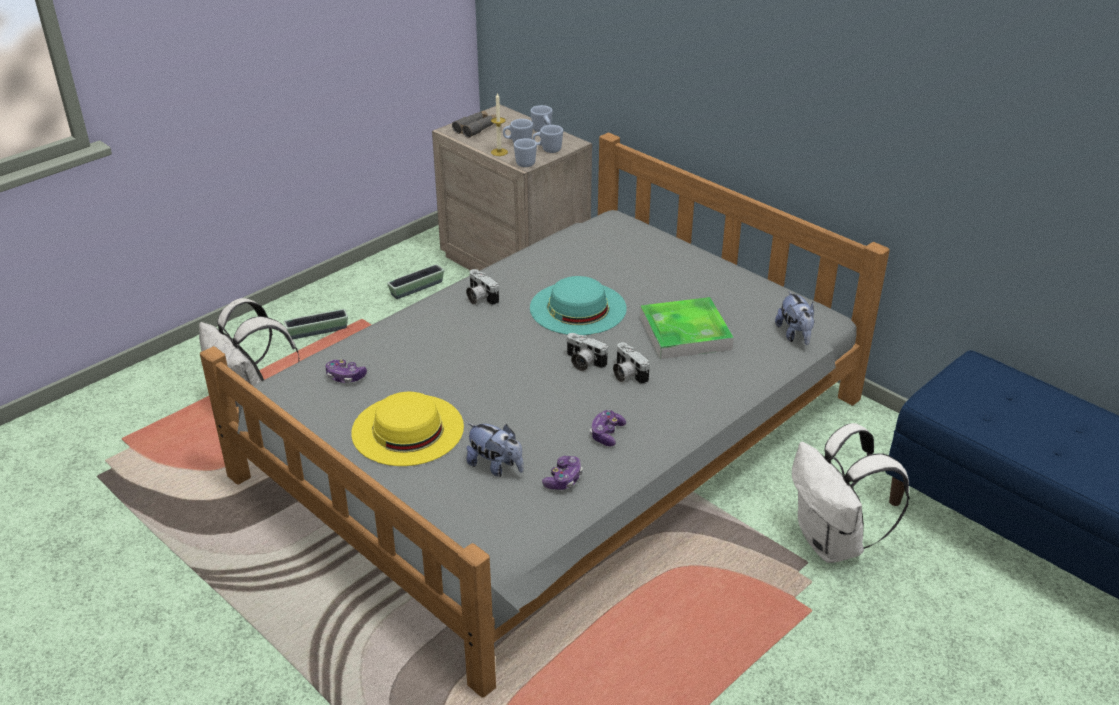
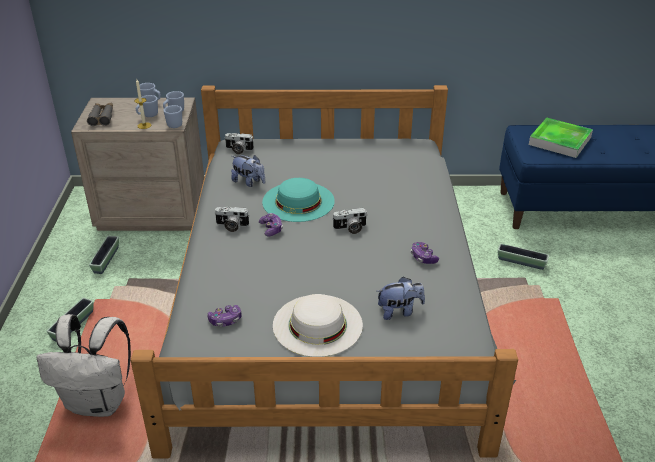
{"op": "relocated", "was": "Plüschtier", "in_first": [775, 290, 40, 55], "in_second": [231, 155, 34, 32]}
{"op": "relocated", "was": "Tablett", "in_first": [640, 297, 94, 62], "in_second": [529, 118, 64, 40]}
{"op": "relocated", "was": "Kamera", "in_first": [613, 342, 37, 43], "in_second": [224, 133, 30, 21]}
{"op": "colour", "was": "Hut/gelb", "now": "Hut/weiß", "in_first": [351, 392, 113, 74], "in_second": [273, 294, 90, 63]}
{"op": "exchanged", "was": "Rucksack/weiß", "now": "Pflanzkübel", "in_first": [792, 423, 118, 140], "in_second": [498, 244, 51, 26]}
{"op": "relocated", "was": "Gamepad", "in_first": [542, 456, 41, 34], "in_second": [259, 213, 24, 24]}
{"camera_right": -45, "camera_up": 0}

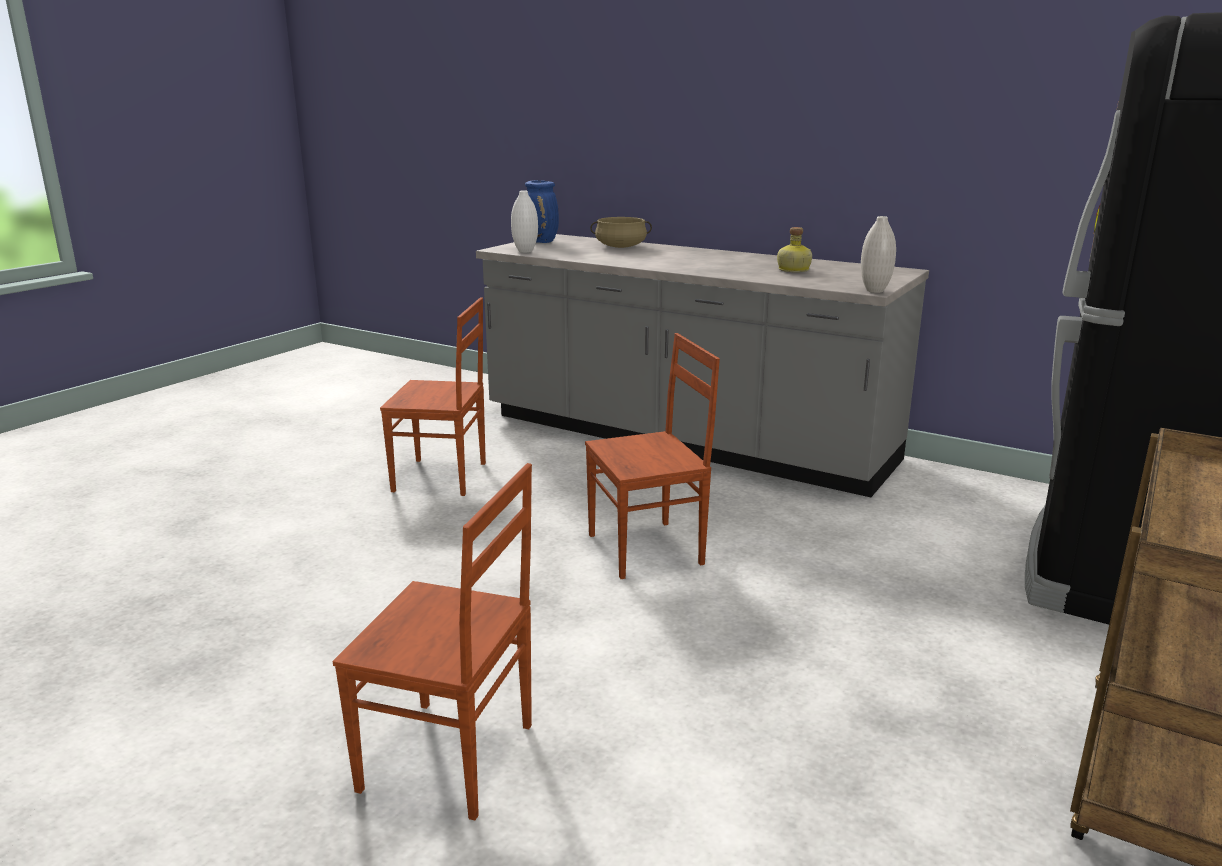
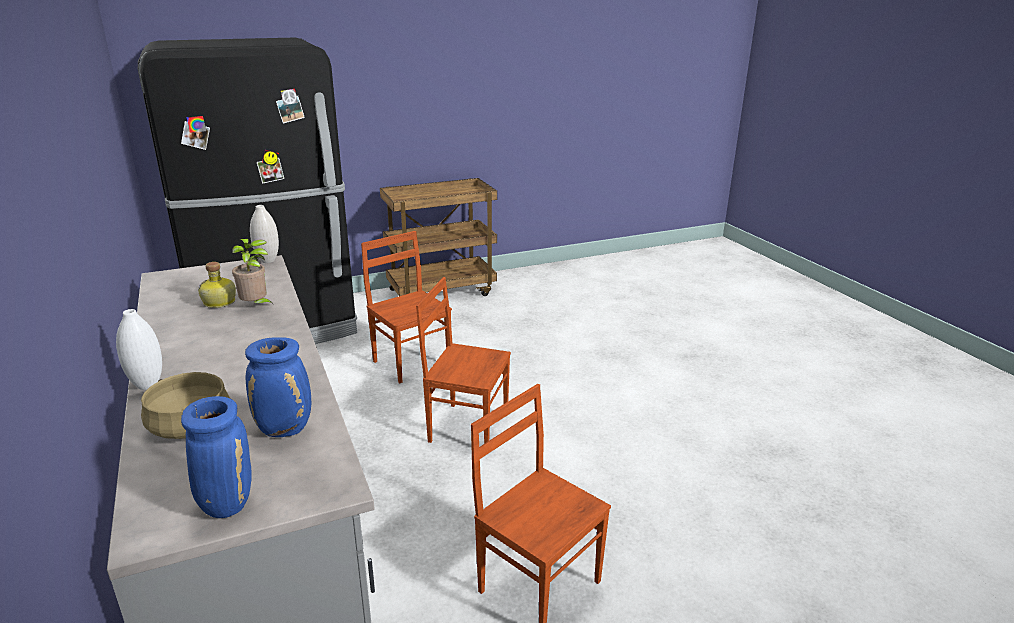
{"op": "relocated", "was": "Vase/weiß", "in_first": [511, 191, 27, 62], "in_second": [116, 309, 46, 81]}
{"op": "relocated", "was": "Stuhl/braun", "in_first": [333, 463, 199, 357], "in_second": [361, 231, 91, 152]}
{"op": "appeared", "now": "Topfpflanze", "in_second": [232, 239, 42, 66]}
{"op": "appeared", "now": "Vase/blau", "in_second": [245, 337, 66, 100]}
{"camera_right": -145, "camera_up": 5}

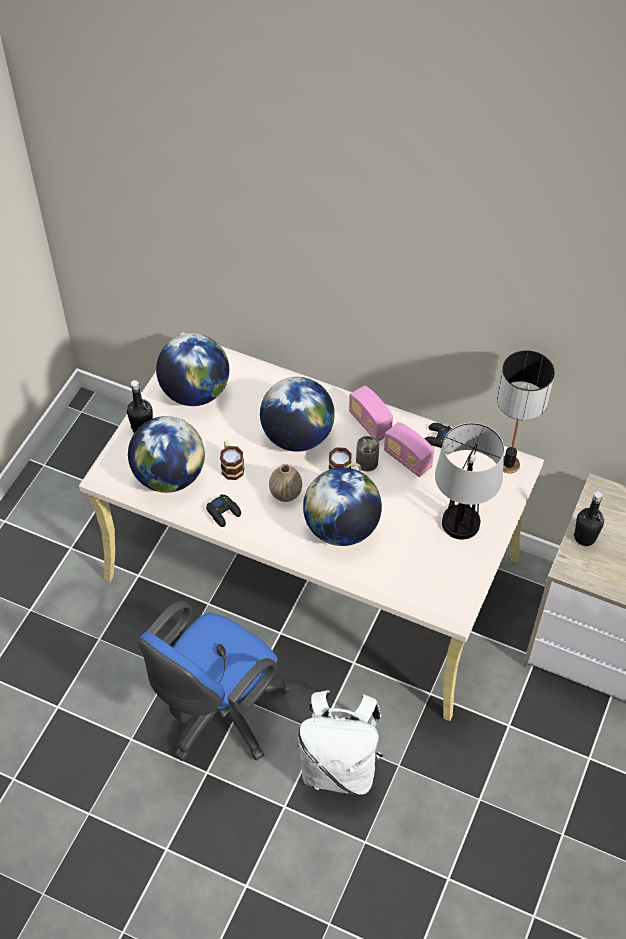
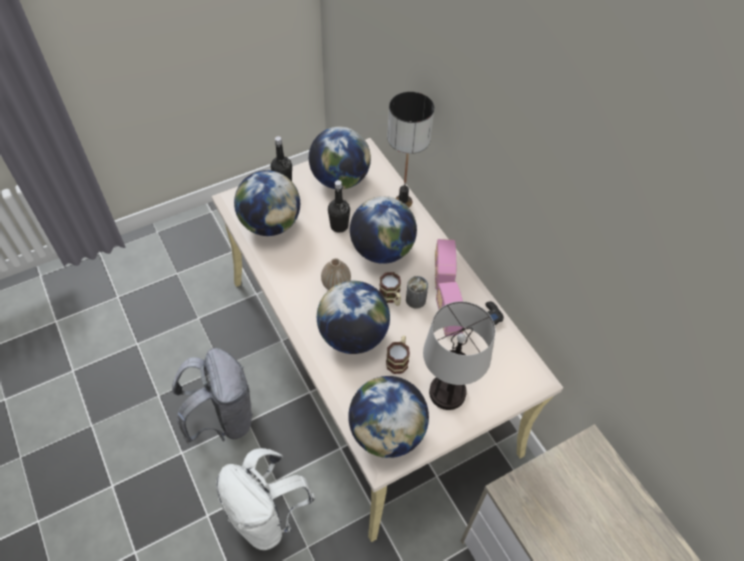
{"op": "relocated", "was": "Tischlampe", "in_first": [497, 351, 58, 123], "in_second": [387, 92, 47, 116]}
{"op": "relocated", "was": "Henkelbecher", "in_first": [220, 440, 24, 40], "in_second": [386, 335, 24, 39]}
{"op": "relocated", "was": "Flasche/schwarz", "in_first": [574, 491, 30, 55], "in_second": [328, 180, 22, 53]}
{"op": "missing", "was": "Gamepad/schwarz", "in_first": [206, 494, 35, 33]}
{"op": "exchanged", "was": "Bürostuhl/blau", "now": "Rucksack/grau", "in_first": [138, 601, 154, 160], "in_second": [172, 348, 82, 96]}
{"op": "appeared", "now": "Globus", "in_second": [348, 376, 81, 82]}
{"camera_right": 35, "camera_up": 0}

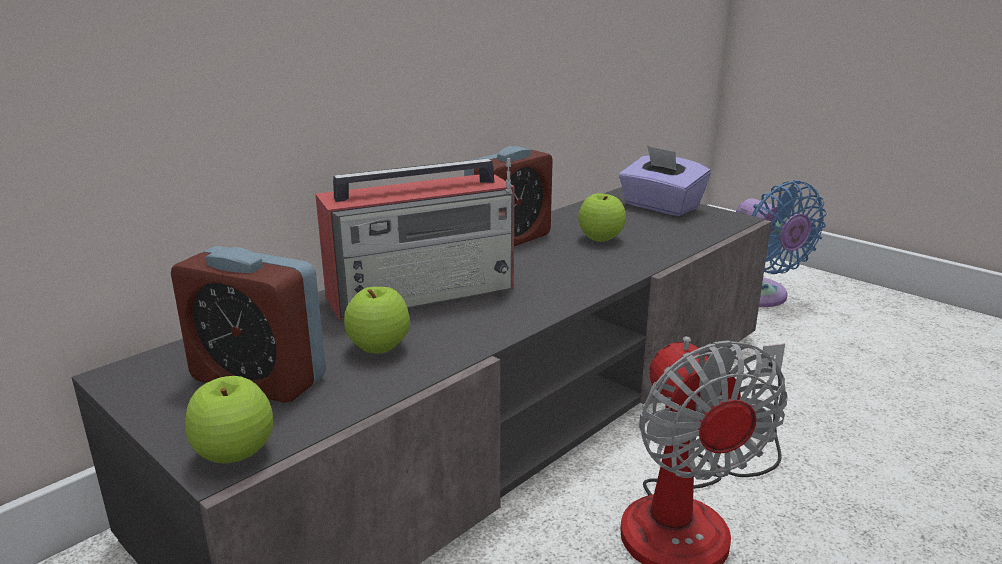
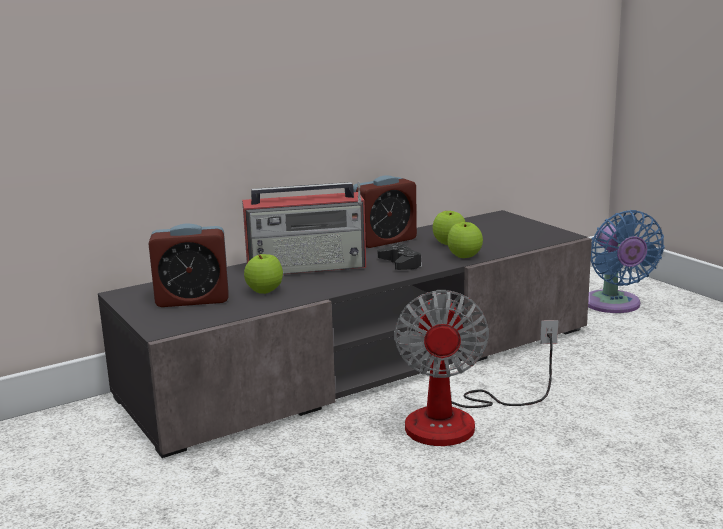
{"op": "missing", "was": "Taschentuchbox/lila", "in_first": [619, 145, 92, 71]}
{"op": "spun", "was": "Wecker", "in_first": [171, 246, 155, 157], "in_second": [148, 223, 81, 84], "clockwise": -45}
{"op": "relocated", "was": "Apfel", "in_first": [185, 376, 88, 87], "in_second": [447, 222, 36, 36]}
{"op": "appeared", "now": "Gamepad/schwarz", "in_second": [378, 244, 44, 26]}
{"camera_right": 15, "camera_up": -5}

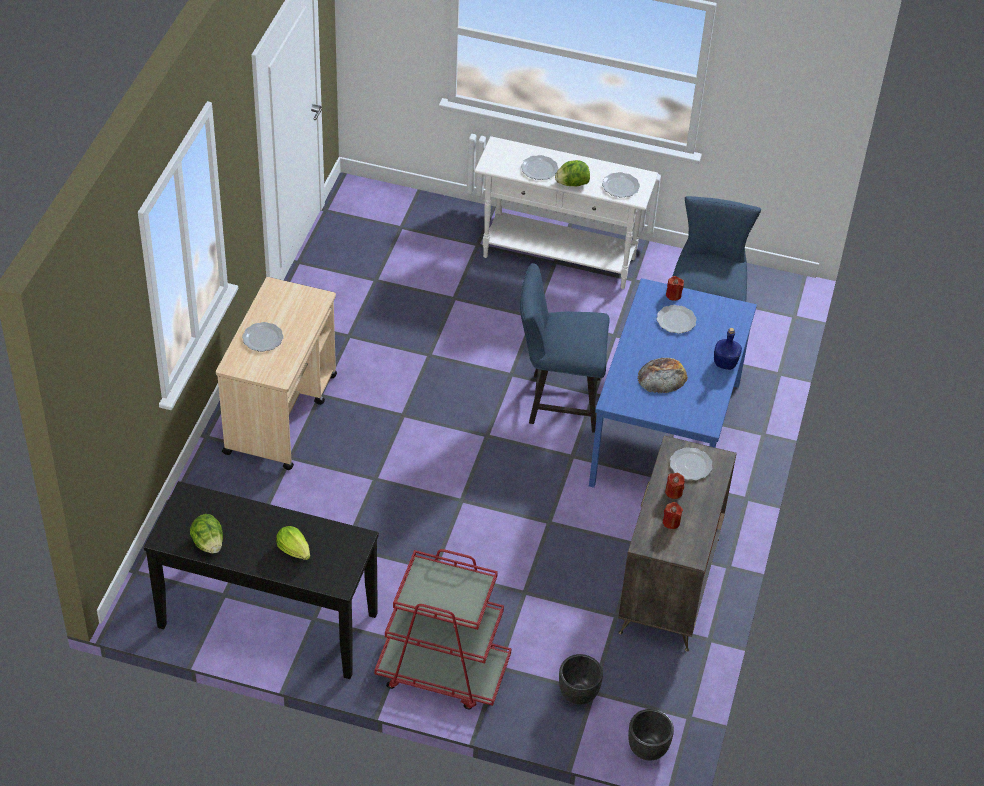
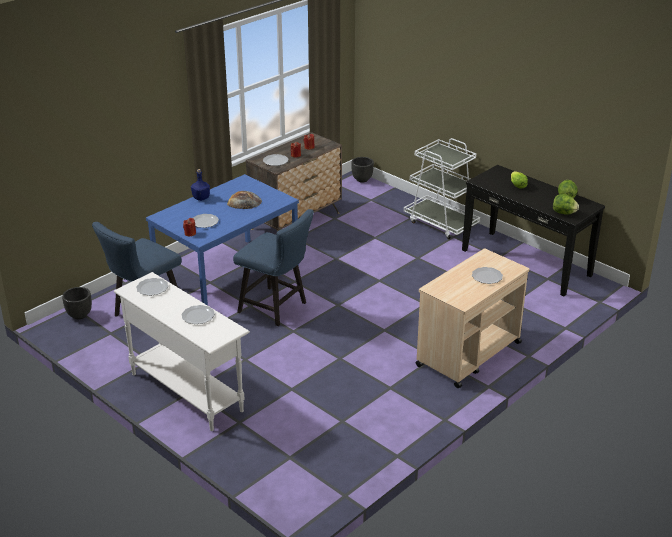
{"op": "relocated", "was": "Salatkopf", "in_first": [555, 160, 35, 27], "in_second": [553, 194, 26, 21]}
{"op": "colour", "was": "Rollwagen/rot", "now": "Rollwagen/weiß", "in_first": [375, 549, 137, 160], "in_second": [404, 138, 76, 101]}
{"op": "relocated", "was": "Pflanzkübel/schwarz", "in_first": [559, 654, 44, 51], "in_second": [62, 287, 30, 32]}
{"camera_right": -150, "camera_up": -15}

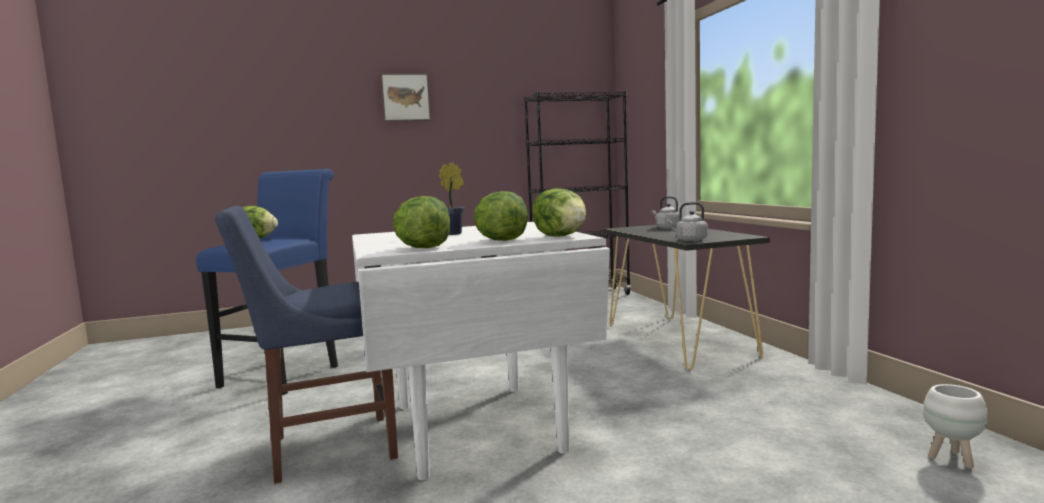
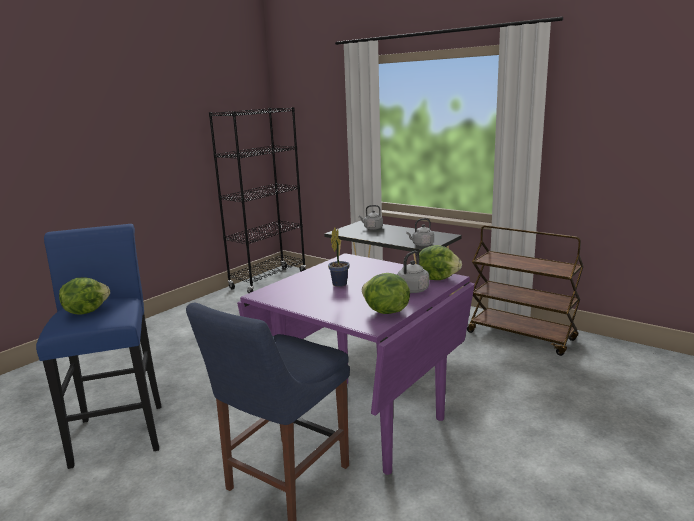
{"op": "missing", "was": "Bild", "in_first": [381, 74, 50, 47]}
{"op": "exchanged", "was": "Salatkopf", "now": "Wasserkessel/grau", "in_first": [474, 191, 54, 50], "in_second": [397, 251, 32, 42]}
{"op": "colour", "was": "Esstisch/weiß", "now": "Esstisch/lila", "in_first": [352, 222, 258, 258], "in_second": [237, 253, 238, 222]}
{"op": "missing", "was": "Pflanzkübel/weiß", "in_first": [923, 384, 65, 85]}
{"op": "appeared", "now": "Rollwagen/braun", "in_second": [467, 225, 117, 131]}
{"camera_right": -35, "camera_up": 10}

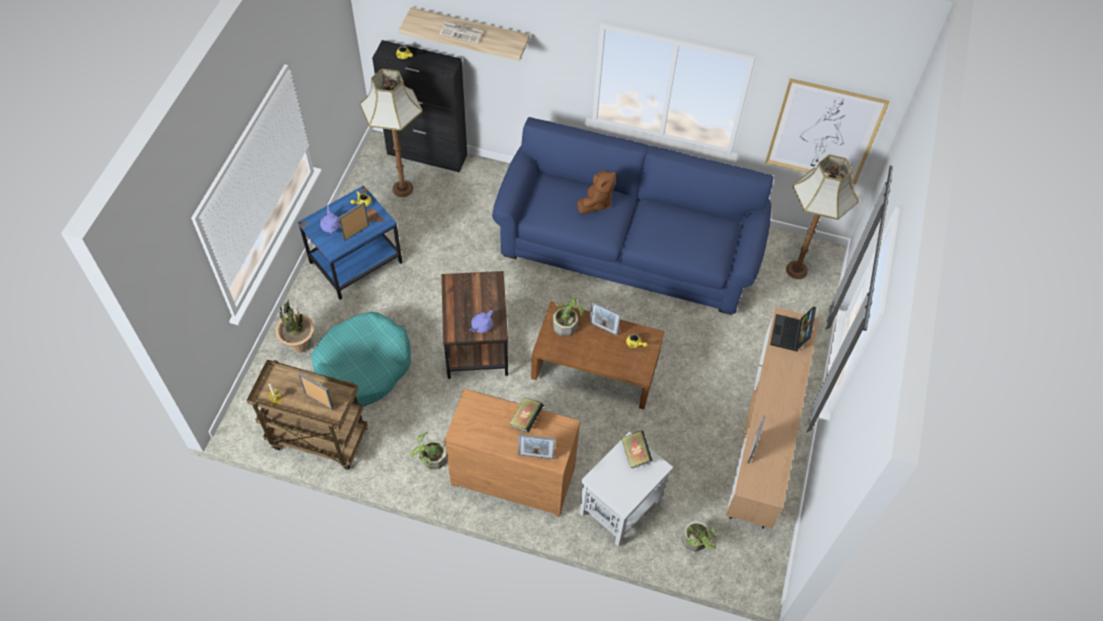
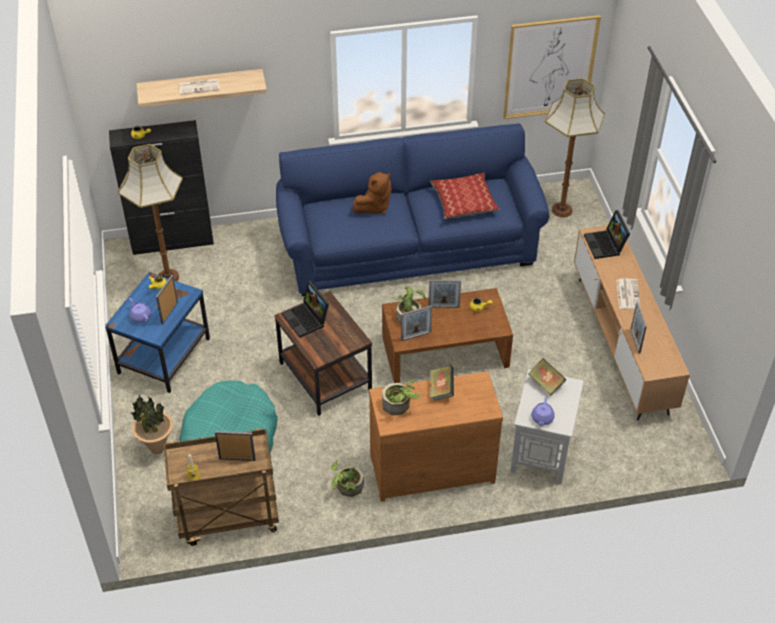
{"op": "spun", "was": "Plüschtier/braun", "in_first": [577, 171, 39, 43], "in_second": [353, 172, 39, 42], "clockwise": 45}
{"op": "relocated", "was": "Teekanne/lila", "in_first": [469, 310, 24, 23], "in_second": [531, 398, 24, 28]}
{"op": "relocated", "was": "Bilderrahmen", "in_first": [518, 434, 37, 25], "in_second": [401, 305, 31, 36]}
{"op": "relocated", "was": "Topfpflanze", "in_first": [681, 520, 37, 32], "in_second": [382, 379, 39, 36]}
{"op": "appeared", "now": "Kissen", "in_second": [430, 173, 70, 46]}
{"op": "appeared", "now": "Zeitung", "in_second": [616, 279, 25, 30]}
{"op": "appeared", "now": "Laptop", "in_second": [282, 281, 47, 57]}
{"camera_right": -25, "camera_up": -10}

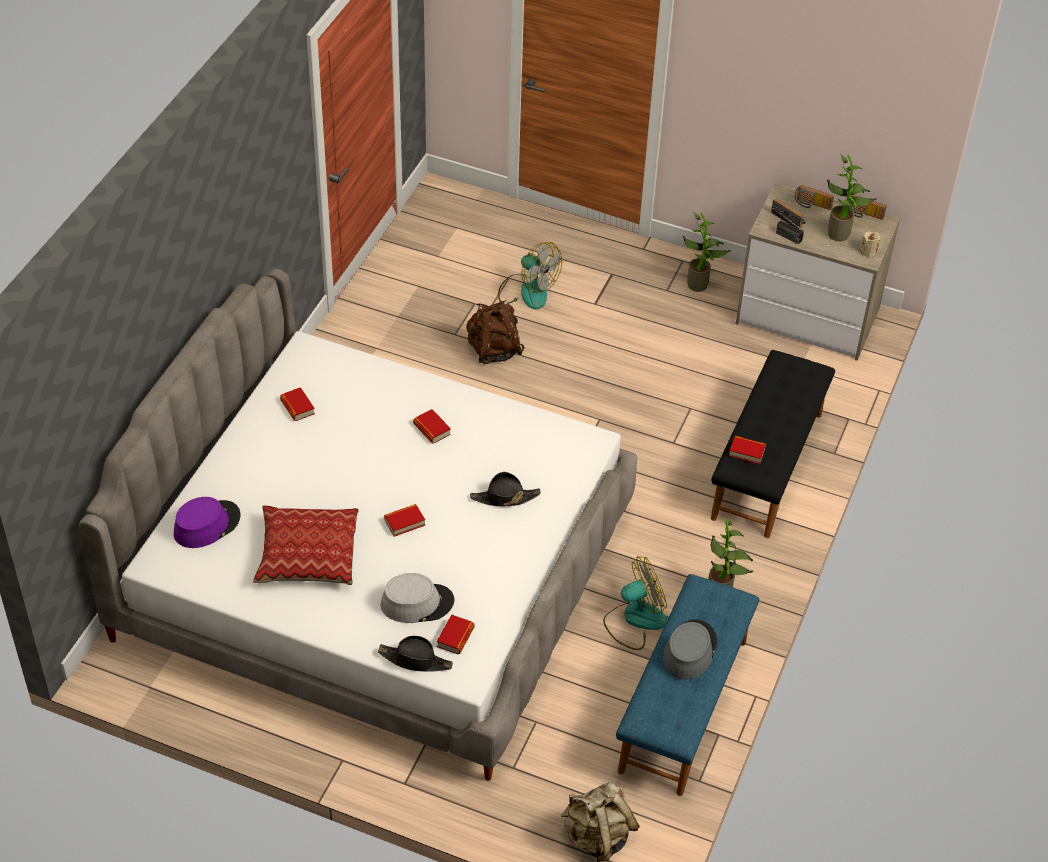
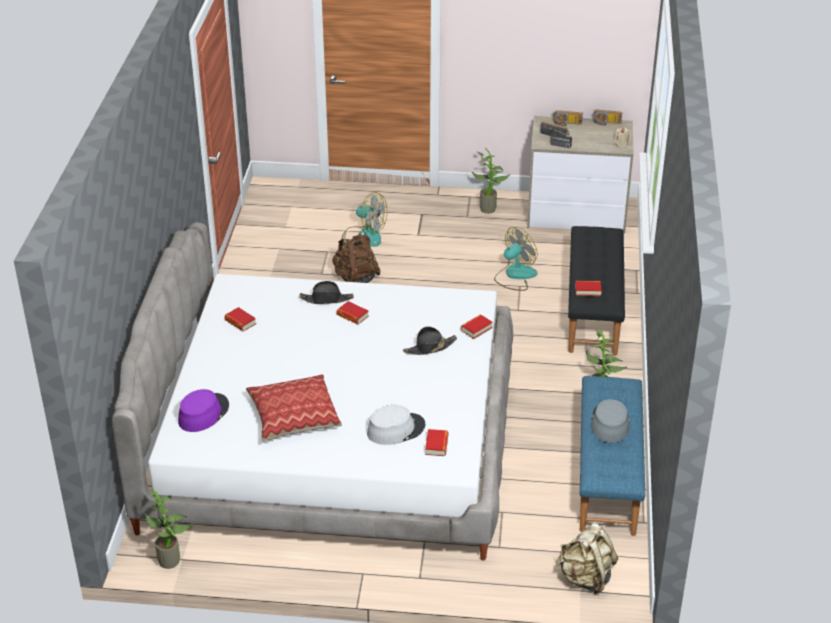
{"op": "relocated", "was": "Topfpflanze", "in_first": [827, 155, 50, 87], "in_second": [144, 489, 49, 80]}
{"op": "relocated", "was": "Buch", "in_first": [384, 504, 41, 33], "in_second": [461, 314, 32, 25]}
{"op": "relocated", "was": "Ventilator", "in_first": [603, 556, 65, 94], "in_second": [494, 227, 44, 64]}
{"op": "relocated", "was": "Hut/schwarz", "in_first": [378, 636, 75, 36], "in_second": [299, 281, 55, 23]}
{"camera_right": -15, "camera_up": -10}

